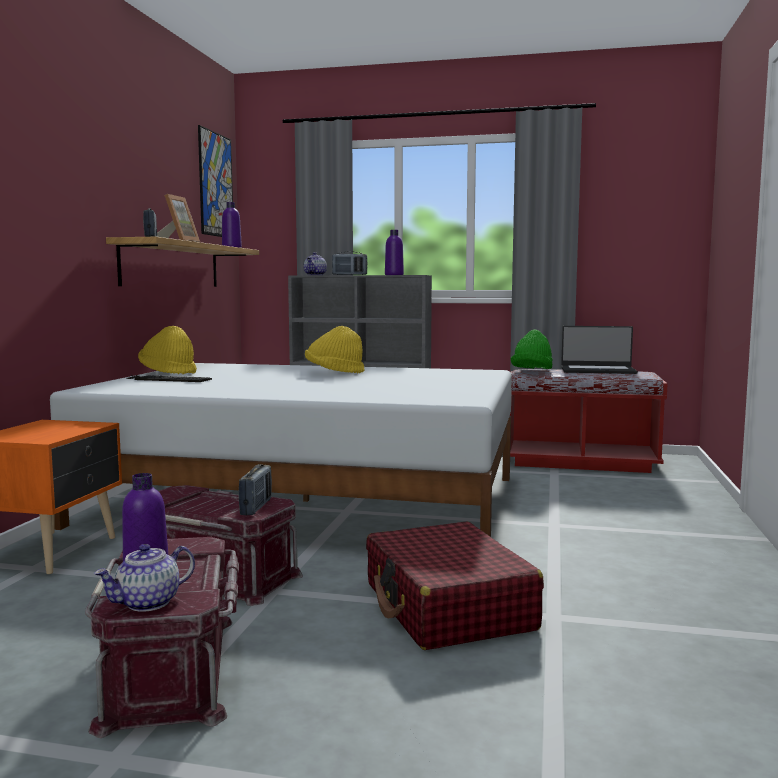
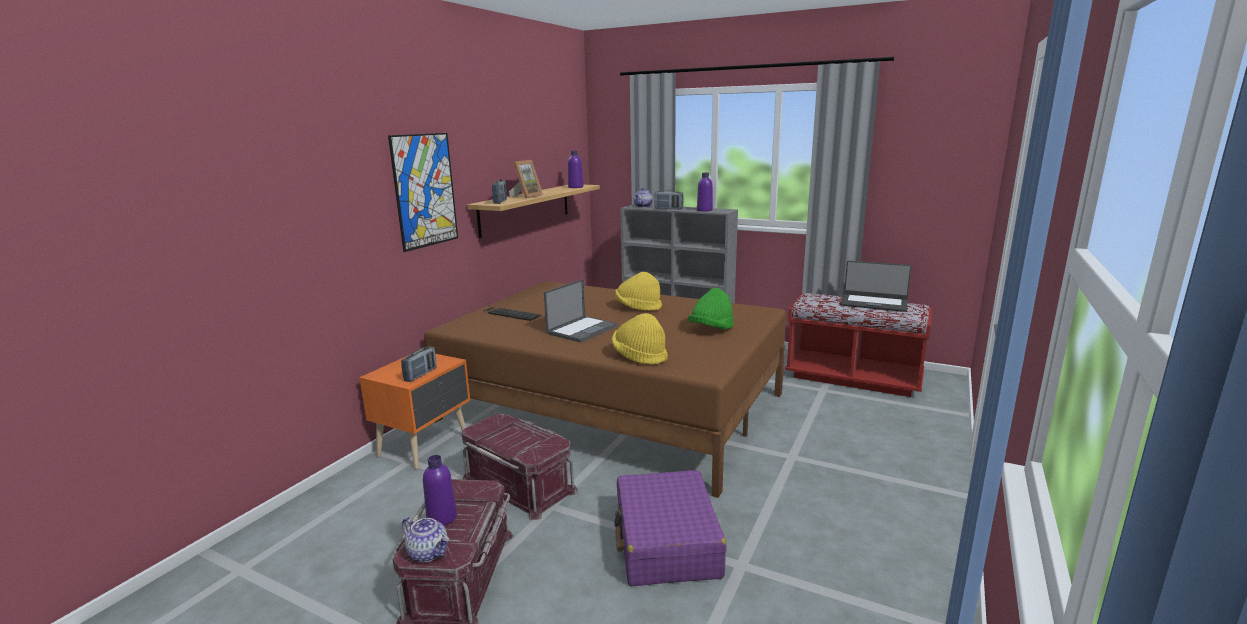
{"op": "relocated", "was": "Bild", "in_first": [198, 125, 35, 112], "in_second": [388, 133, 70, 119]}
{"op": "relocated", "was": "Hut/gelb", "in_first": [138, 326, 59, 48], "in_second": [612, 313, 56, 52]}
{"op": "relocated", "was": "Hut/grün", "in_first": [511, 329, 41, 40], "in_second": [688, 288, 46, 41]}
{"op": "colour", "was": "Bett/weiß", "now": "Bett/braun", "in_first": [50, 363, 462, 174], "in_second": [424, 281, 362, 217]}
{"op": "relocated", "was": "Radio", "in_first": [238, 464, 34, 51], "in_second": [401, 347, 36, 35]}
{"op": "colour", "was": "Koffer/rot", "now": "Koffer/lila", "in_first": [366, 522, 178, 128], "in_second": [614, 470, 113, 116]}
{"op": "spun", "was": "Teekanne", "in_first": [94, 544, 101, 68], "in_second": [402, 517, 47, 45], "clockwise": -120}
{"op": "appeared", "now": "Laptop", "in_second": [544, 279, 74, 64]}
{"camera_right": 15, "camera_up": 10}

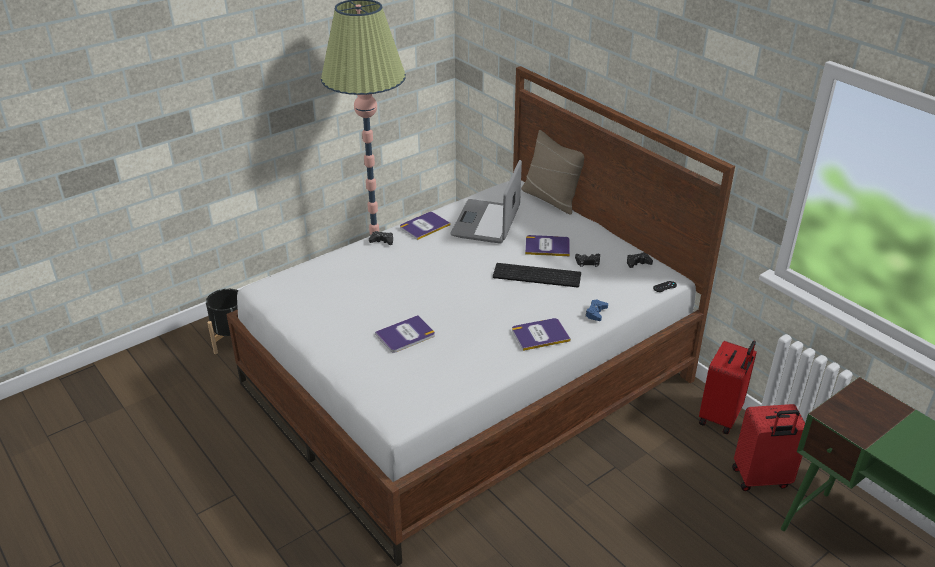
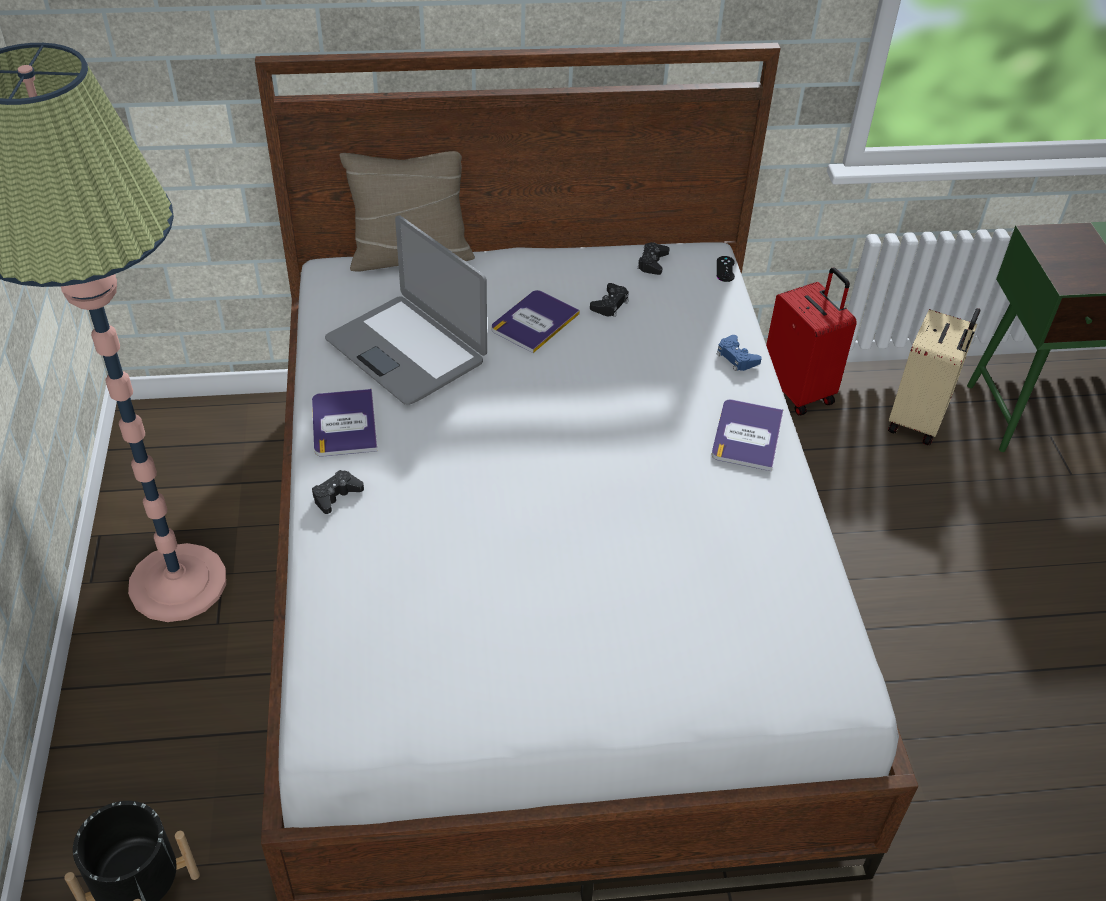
{"op": "missing", "was": "Tastatur", "in_first": [493, 263, 88, 25]}
{"op": "missing", "was": "Buch", "in_first": [375, 315, 60, 38]}
{"op": "colour", "was": "Koffer/rot", "now": "Koffer/beige", "in_first": [732, 404, 73, 87], "in_second": [888, 308, 93, 137]}
{"camera_right": -60, "camera_up": 10}

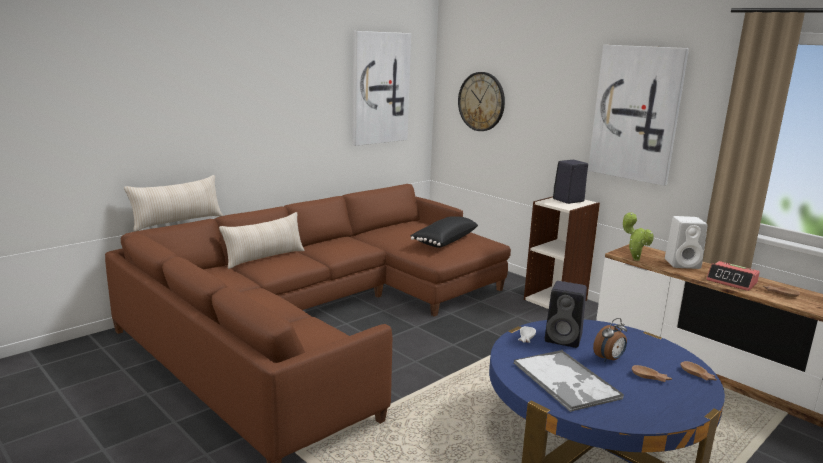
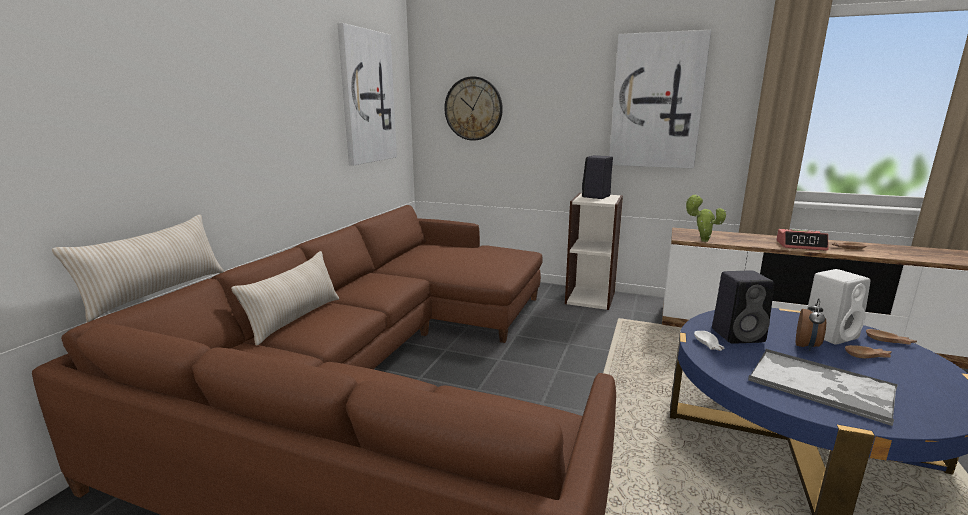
{"op": "missing", "was": "Kissen/schwarz", "in_first": [411, 216, 67, 32]}
{"op": "relocated", "was": "Lautsprecher/weiß", "in_first": [665, 216, 42, 53], "in_second": [807, 269, 63, 76]}
{"camera_right": -25, "camera_up": 0}

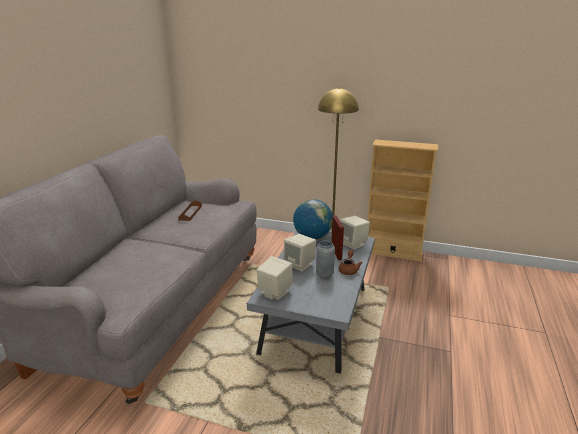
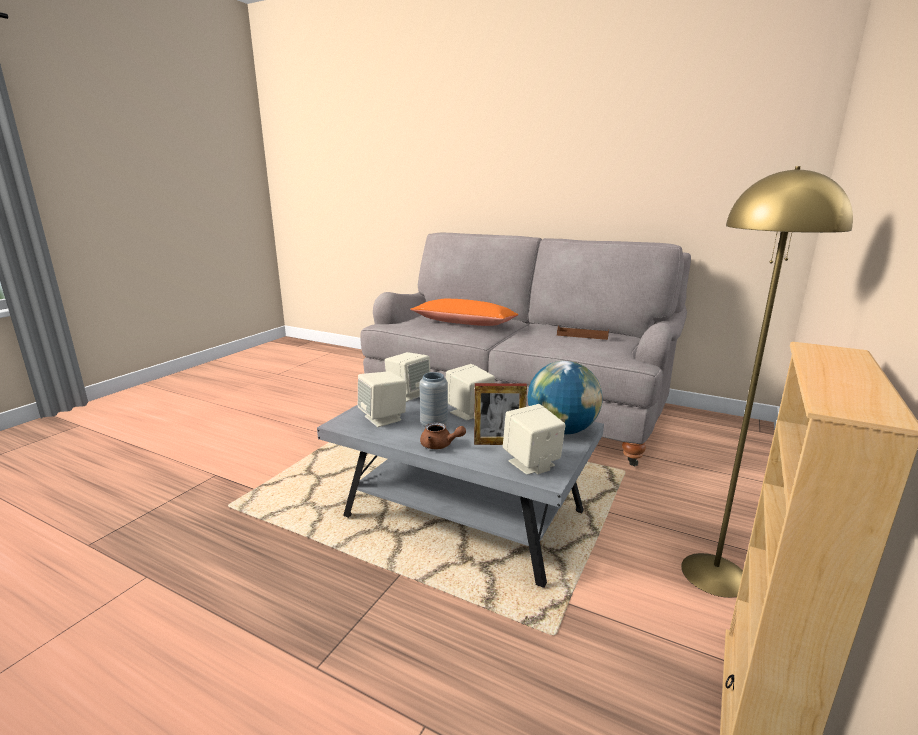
{"op": "appeared", "now": "Kissen/orange", "in_second": [410, 299, 109, 27]}
{"op": "appeared", "now": "Lautsprecher/beige", "in_second": [358, 371, 49, 56]}
{"camera_right": 100, "camera_up": -5}

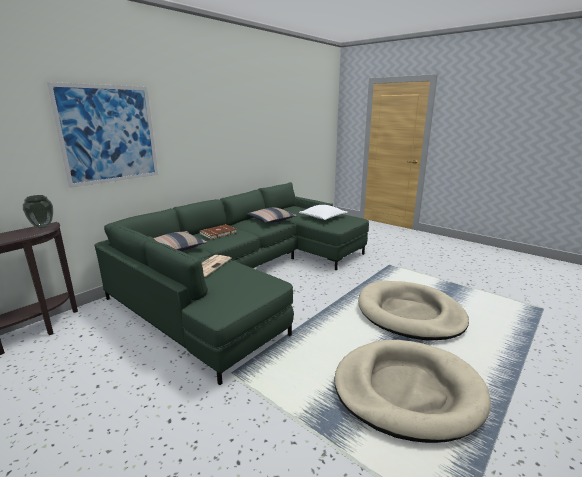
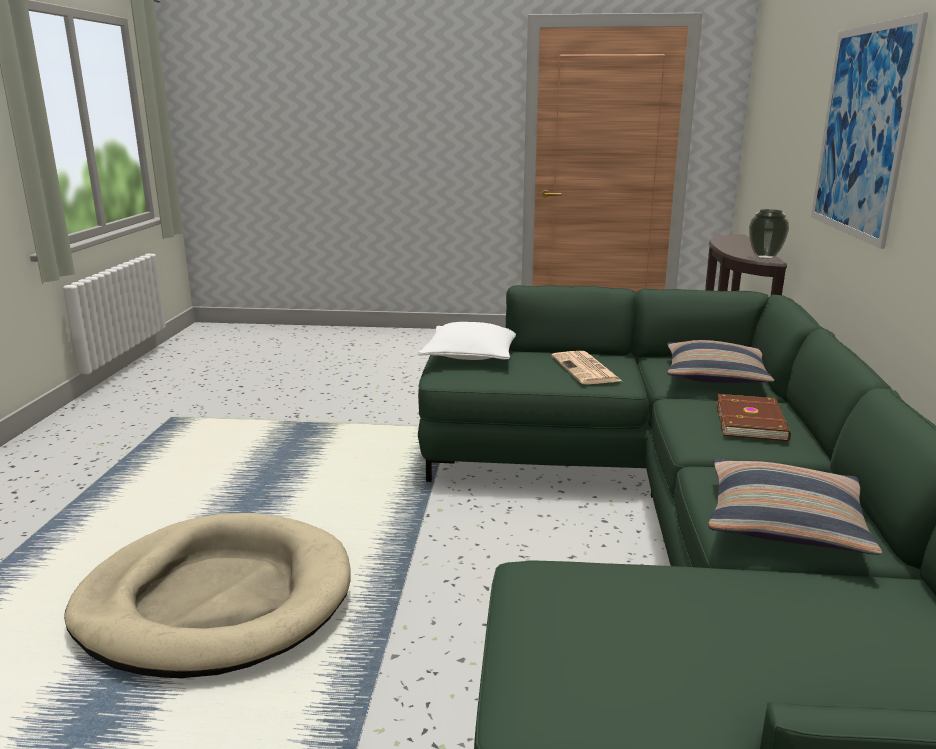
{"op": "relocated", "was": "Kissen/weiß", "in_first": [299, 205, 49, 15], "in_second": [418, 322, 98, 38]}
{"op": "missing", "was": "Hundebett/beige", "in_first": [334, 340, 157, 103]}
{"camera_right": 145, "camera_up": 0}

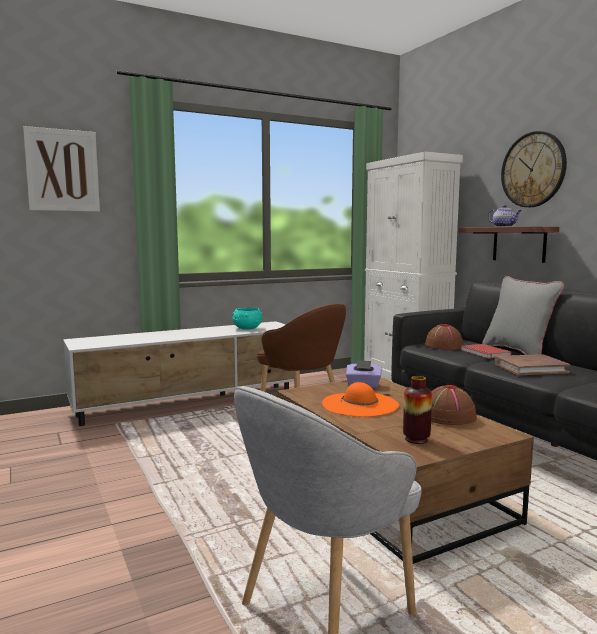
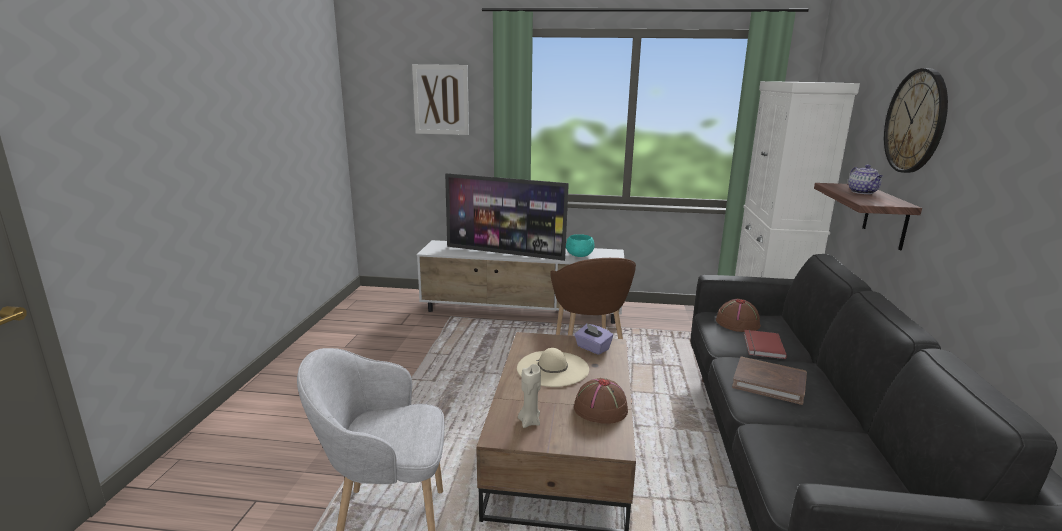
{"op": "missing", "was": "Kissen/grau", "in_first": [482, 276, 82, 79]}
{"op": "exchanged", "was": "Vase", "now": "Kerze/beige", "in_first": [403, 376, 29, 68], "in_second": [518, 364, 23, 64]}
{"op": "colour", "was": "Hut/orange", "now": "Hut/beige", "in_first": [322, 382, 77, 35], "in_second": [517, 348, 72, 39]}
{"op": "appeared", "now": "Fernseher", "in_second": [445, 173, 124, 88]}
{"camera_right": 35, "camera_up": 10}

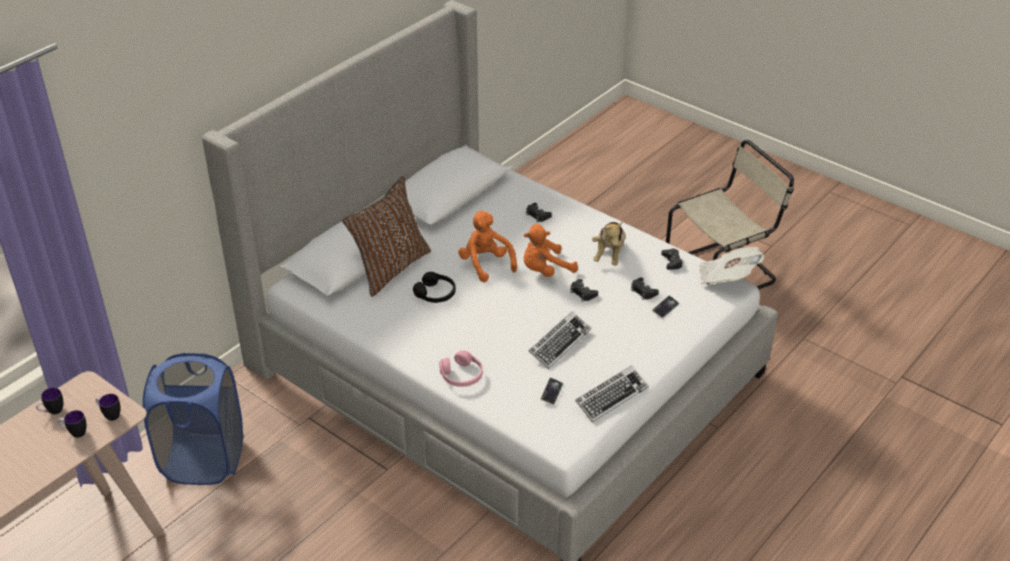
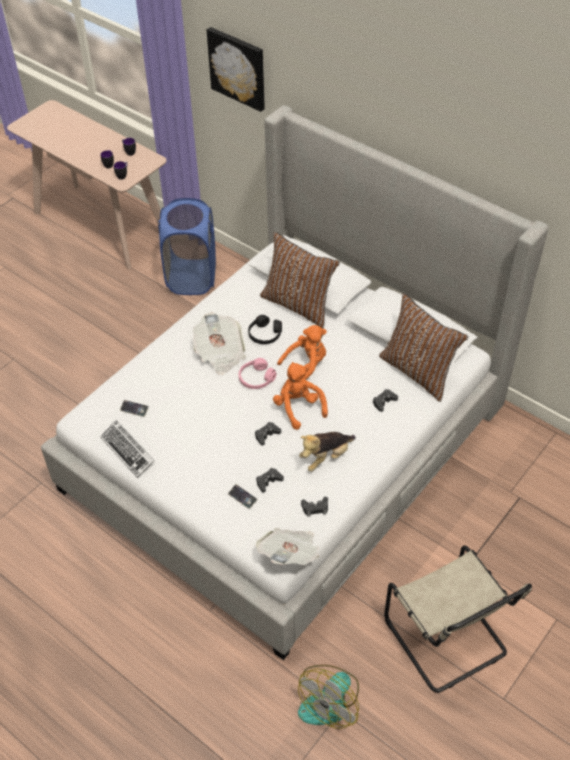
{"op": "spun", "was": "Plüschtier", "in_first": [592, 222, 34, 44], "in_second": [299, 432, 57, 39], "clockwise": -45}
{"op": "missing", "was": "Tastatur", "in_first": [529, 311, 62, 58]}
{"op": "relocated", "was": "Kopfhörer/rosa", "in_first": [439, 350, 44, 37], "in_second": [239, 358, 38, 31]}
{"op": "appeared", "now": "Bild", "in_second": [207, 27, 58, 85]}
{"op": "appeared", "now": "Kissen/braun", "in_second": [379, 293, 89, 109]}
{"op": "appeared", "now": "Zeitung", "in_second": [193, 312, 53, 63]}
{"op": "appeared", "now": "Ventilator", "in_second": [298, 665, 61, 64]}
{"camera_right": 90, "camera_up": 10}

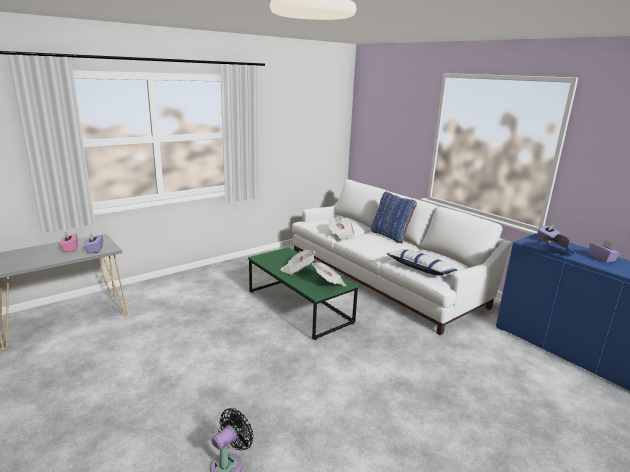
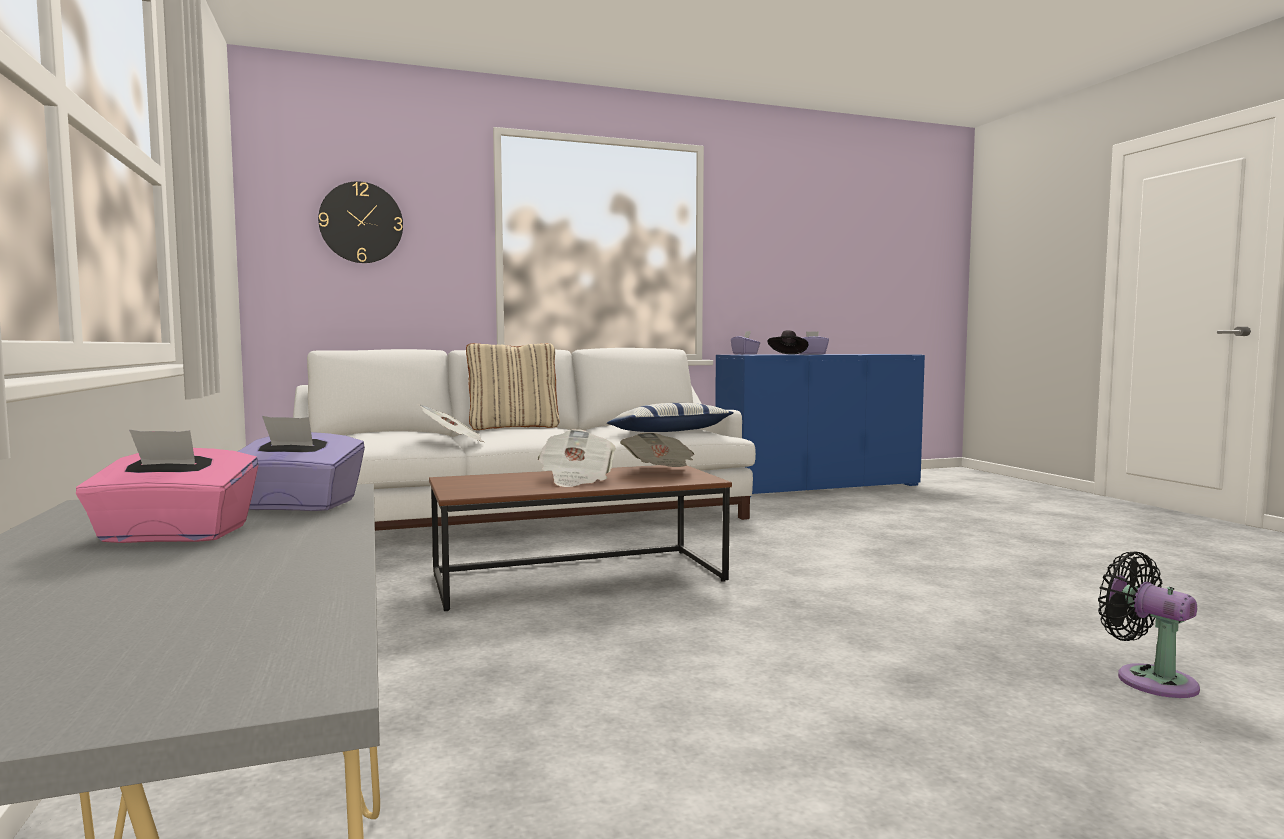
{"op": "colour", "was": "Kissen/blau", "now": "Kissen/beige", "in_first": [371, 192, 46, 51], "in_second": [466, 343, 94, 87]}
{"op": "colour", "was": "Couchtisch/grün", "now": "Couchtisch/braun", "in_first": [248, 247, 111, 93], "in_second": [429, 465, 303, 146]}
{"op": "appeared", "now": "Wanduhr", "in_second": [318, 181, 85, 82]}
{"camera_right": -70, "camera_up": -15}

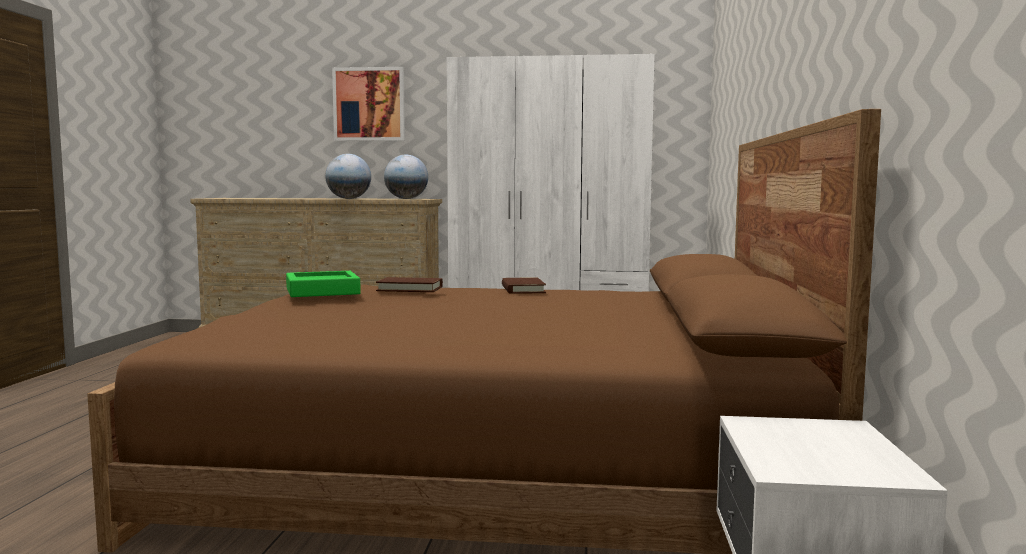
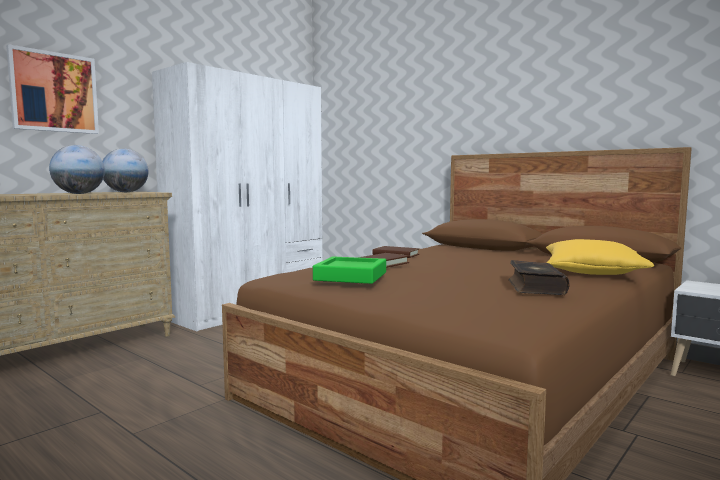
{"op": "appeared", "now": "Kissen/gelb", "in_second": [546, 239, 108, 36]}
{"op": "appeared", "now": "Buch", "in_second": [508, 260, 61, 35]}
{"camera_right": -55, "camera_up": 0}

